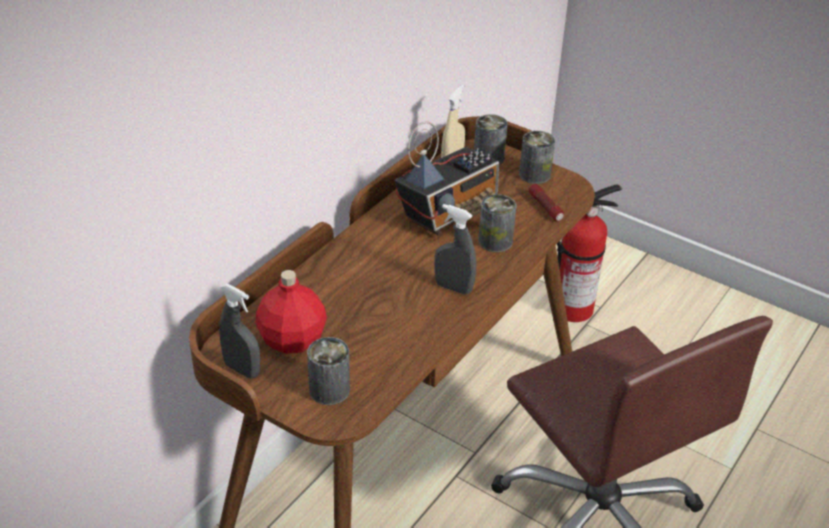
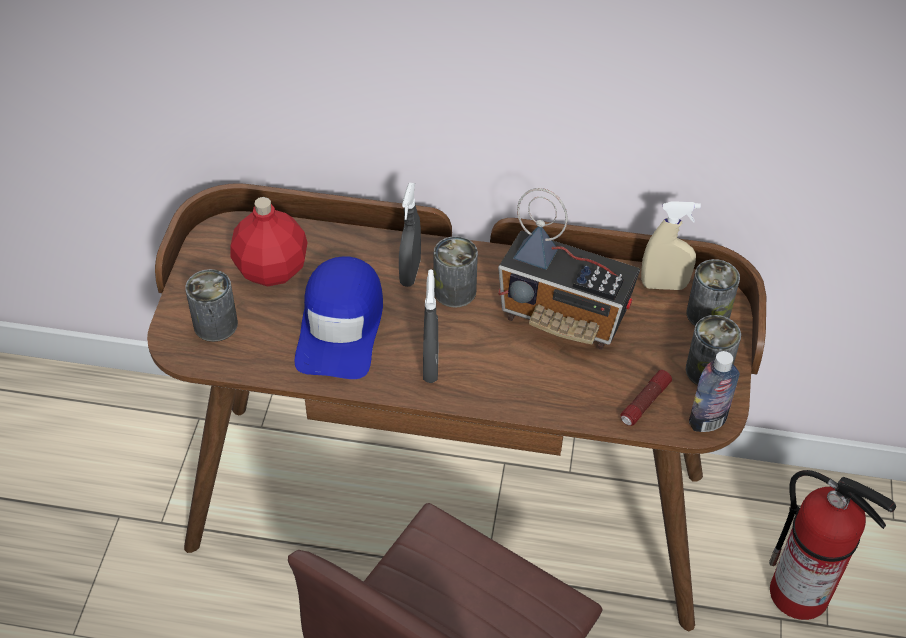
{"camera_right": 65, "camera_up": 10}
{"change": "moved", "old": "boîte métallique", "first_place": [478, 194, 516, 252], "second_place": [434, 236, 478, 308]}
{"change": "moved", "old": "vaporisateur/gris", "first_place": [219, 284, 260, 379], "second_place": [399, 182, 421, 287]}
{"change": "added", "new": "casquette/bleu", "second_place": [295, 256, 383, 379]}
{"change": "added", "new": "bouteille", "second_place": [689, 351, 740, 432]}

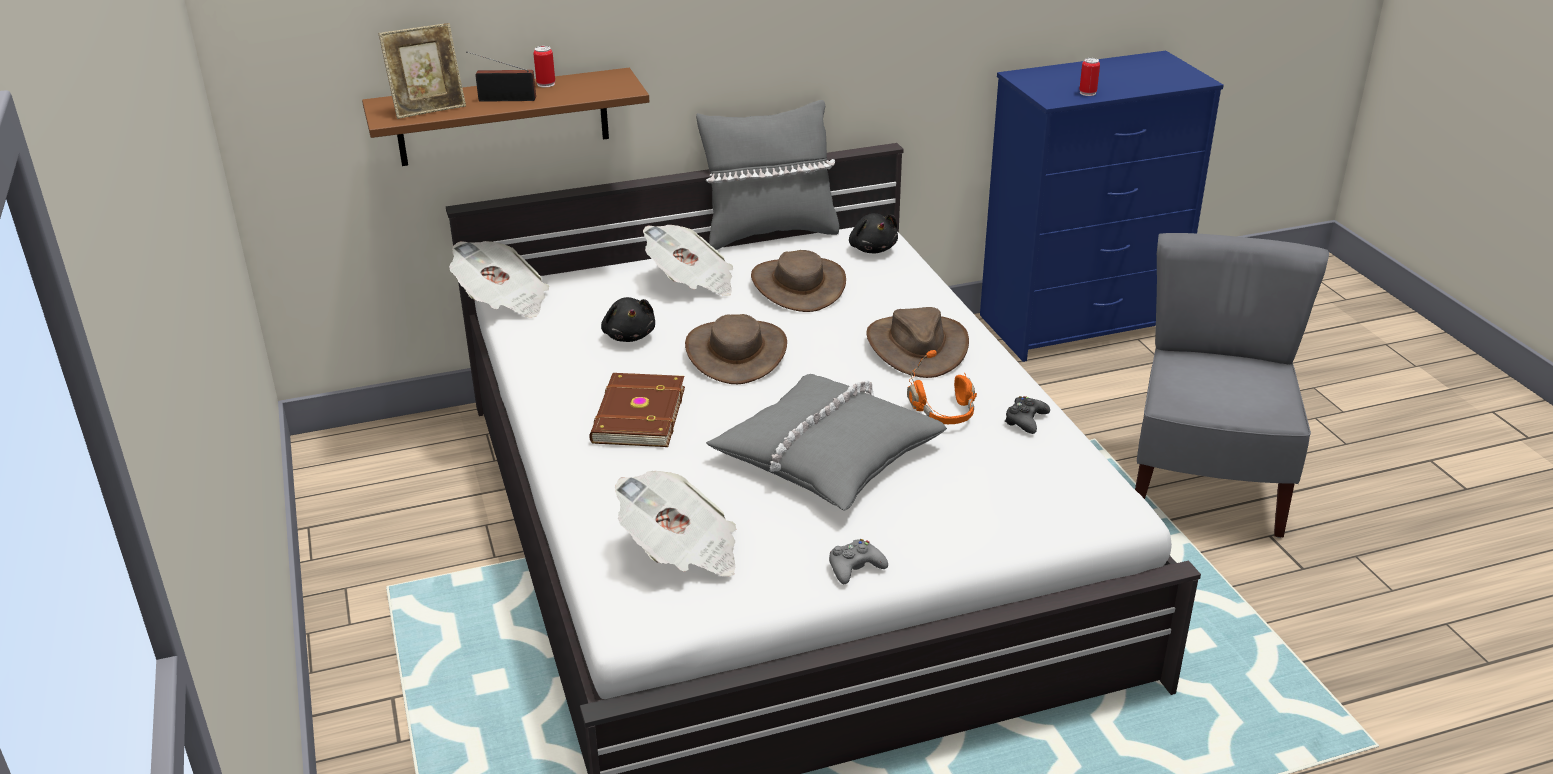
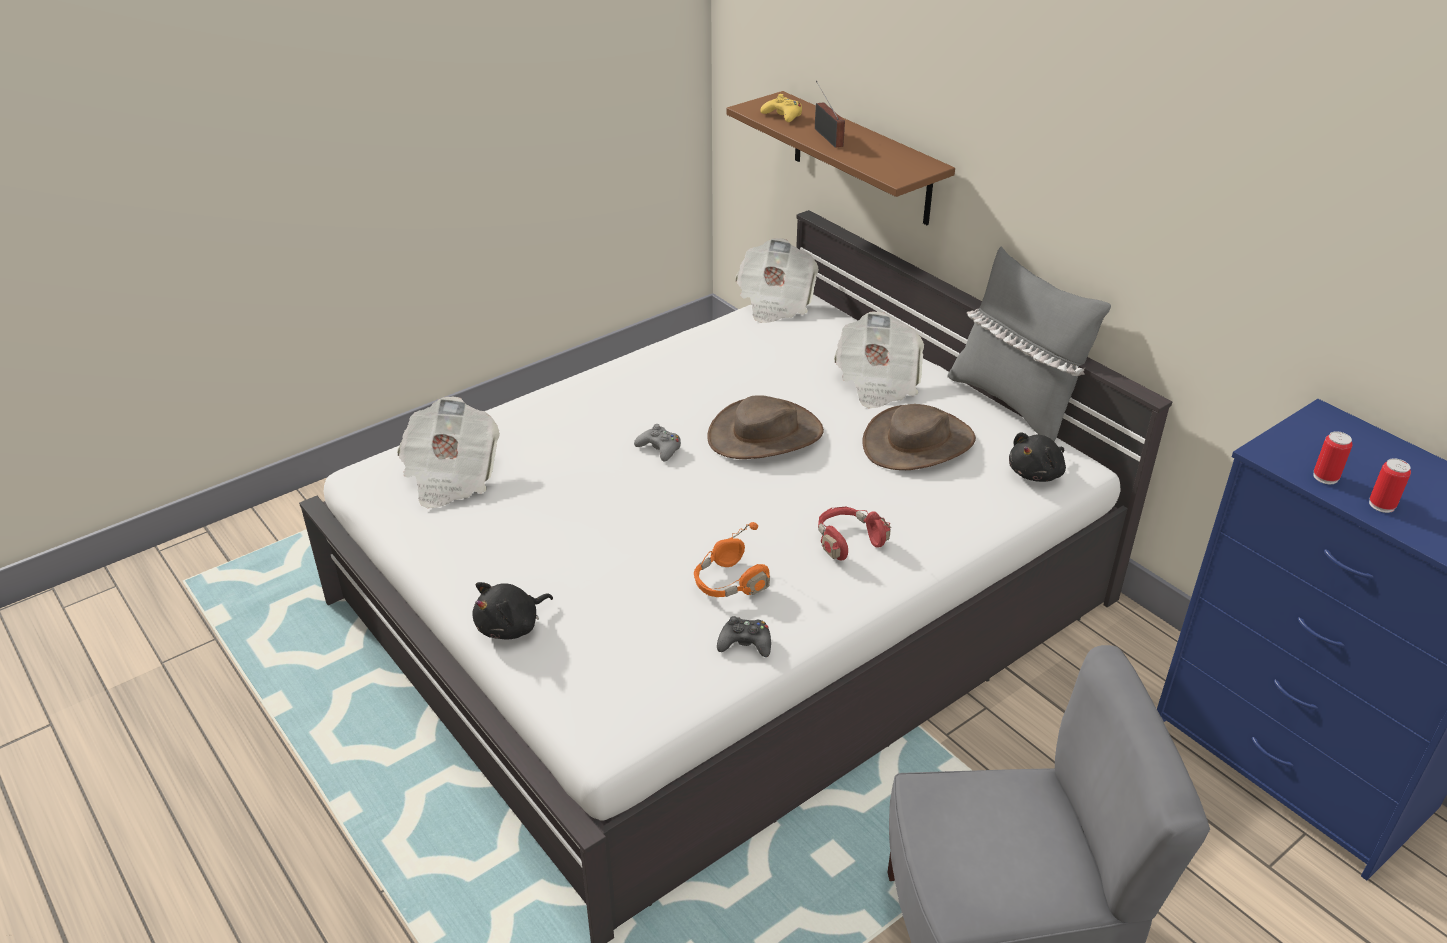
{"camera_right": 70, "camera_up": 5}
{"change": "replaced", "old": "cadre photo", "new": "manette/jaune", "first_place": [379, 23, 466, 119], "second_place": [760, 94, 802, 122]}
{"change": "moved", "old": "boîte métallique", "first_place": [533, 46, 555, 87], "second_place": [1369, 458, 1411, 513]}
{"change": "moved", "old": "peluche/noir", "first_place": [601, 297, 655, 342], "second_place": [472, 582, 553, 639]}
{"change": "replaced", "old": "chapeau/marron", "new": "casque audio/rouge", "first_place": [866, 307, 969, 378], "second_place": [818, 506, 891, 560]}
{"change": "removed", "old": "livre/marron", "first_place": [589, 373, 685, 447]}
{"change": "removed", "old": "coussin/gris", "first_place": [706, 374, 947, 511]}
{"change": "moved", "old": "manette/gris", "first_place": [829, 539, 888, 584], "second_place": [634, 424, 681, 462]}

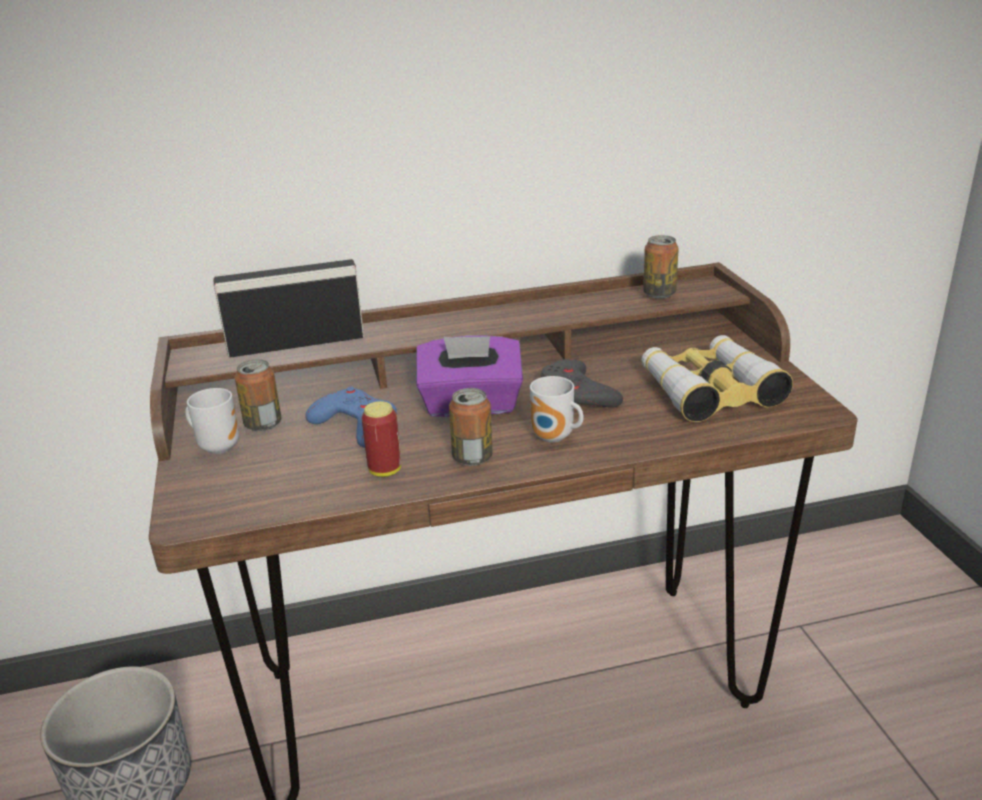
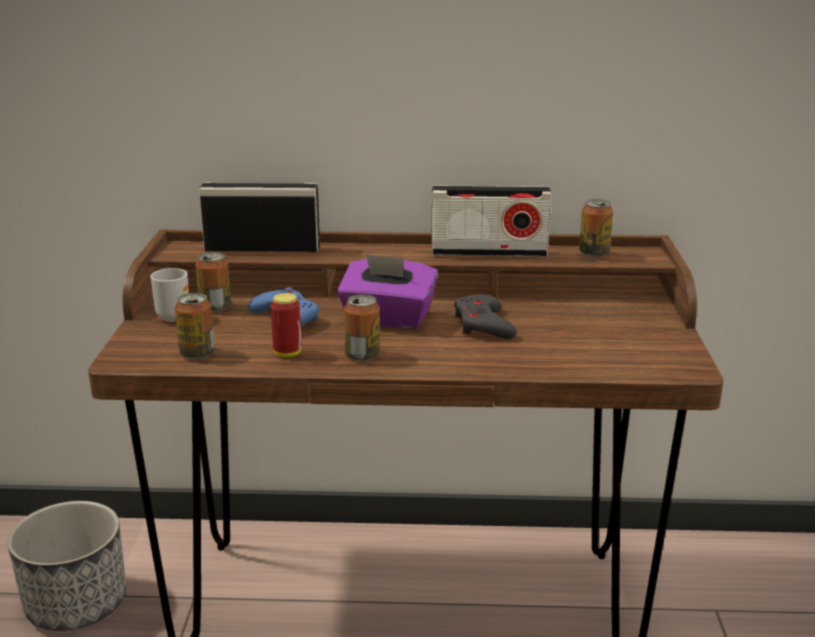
{"camera_right": 15, "camera_up": -5}
{"change": "removed", "old": "jumelles", "first_place": [642, 335, 793, 422]}
{"change": "removed", "old": "mug", "first_place": [530, 376, 584, 442]}
{"change": "added", "new": "radio", "second_place": [431, 185, 552, 257]}
{"change": "added", "new": "boîte métallique", "second_place": [175, 293, 215, 360]}

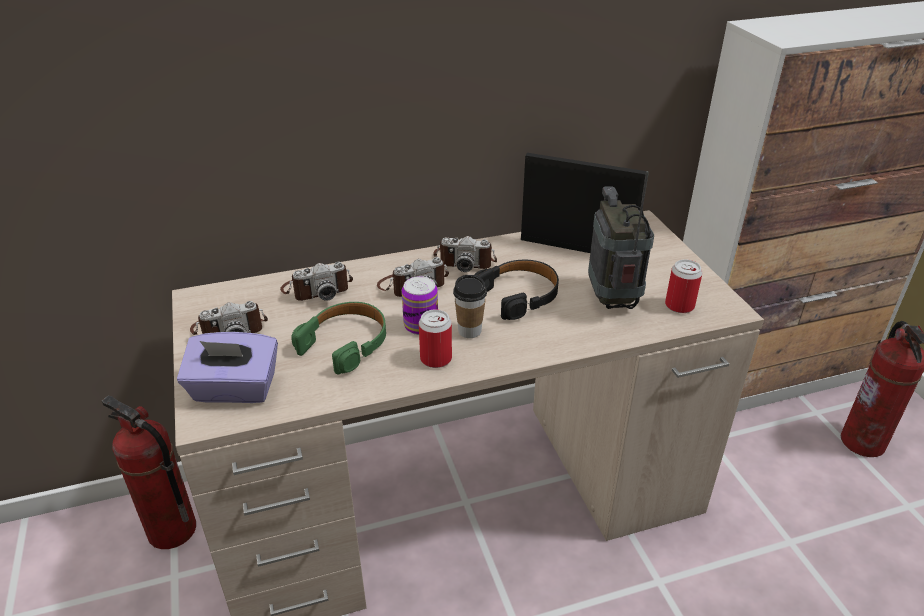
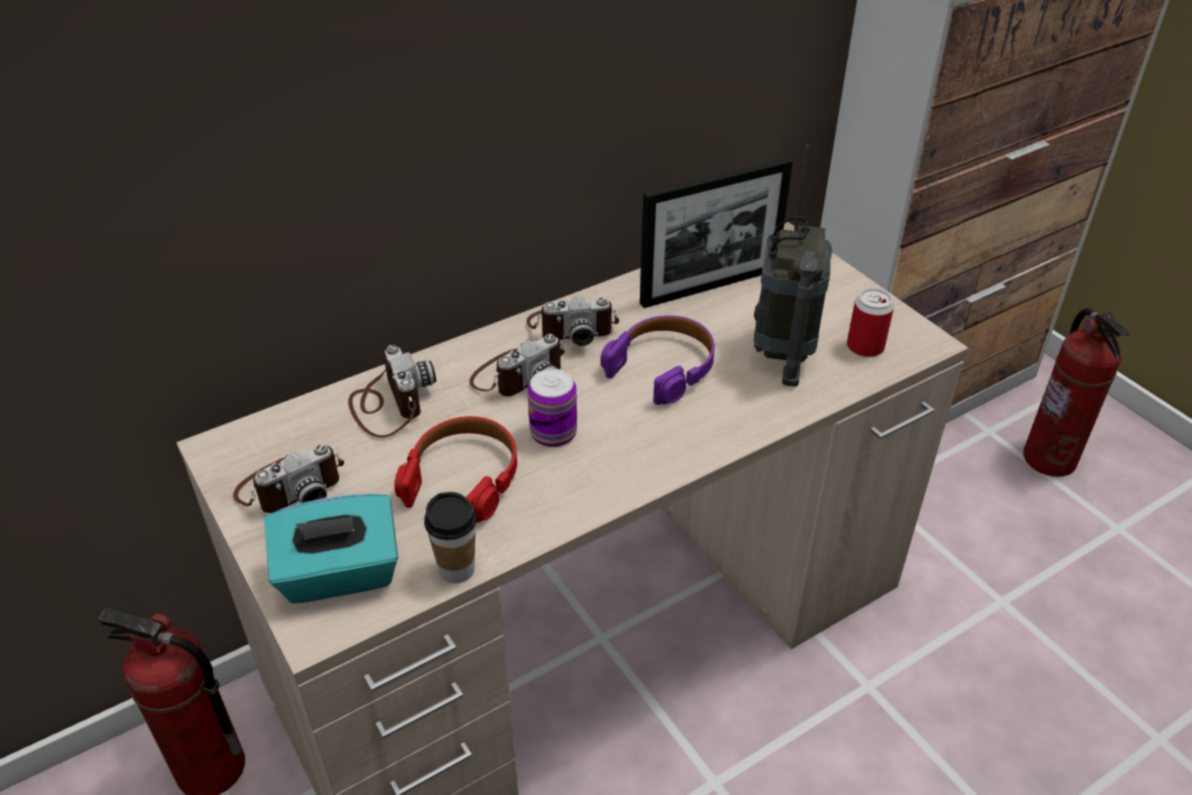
{"camera_right": -15, "camera_up": 5}
{"change": "turned", "old": "cadre photo", "first_place": [521, 153, 646, 253], "second_place": [640, 157, 793, 308], "degrees": 150}
{"change": "turned", "old": "radio", "first_place": [588, 171, 654, 309], "second_place": [754, 145, 832, 387], "degrees": -150}
{"change": "recoloured", "old": "casque audio/noir", "new": "casque audio/violet", "first_place": [474, 260, 559, 320], "second_place": [601, 315, 715, 405]}
{"change": "turned", "old": "appareil photo", "first_place": [280, 262, 353, 301], "second_place": [348, 345, 436, 438], "degrees": -75}
{"change": "moved", "old": "tasse", "first_place": [453, 275, 487, 338], "second_place": [424, 492, 477, 583]}
{"change": "recoloured", "old": "casque audio/vert", "new": "casque audio/rouge", "first_place": [291, 302, 386, 374], "second_place": [394, 416, 517, 522]}
{"change": "removed", "old": "boîte métallique", "first_place": [419, 309, 452, 368]}
{"change": "recoloured", "old": "boîte à mouchoirs/violet", "new": "boîte à mouchoirs/turquoise", "first_place": [177, 332, 278, 403], "second_place": [264, 493, 398, 604]}

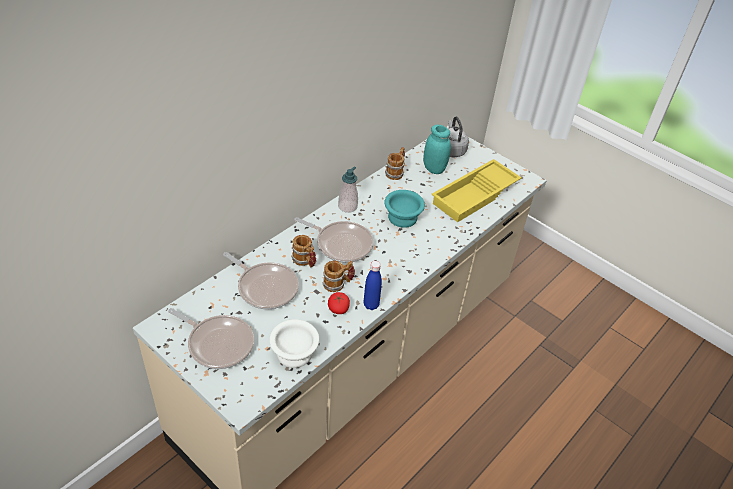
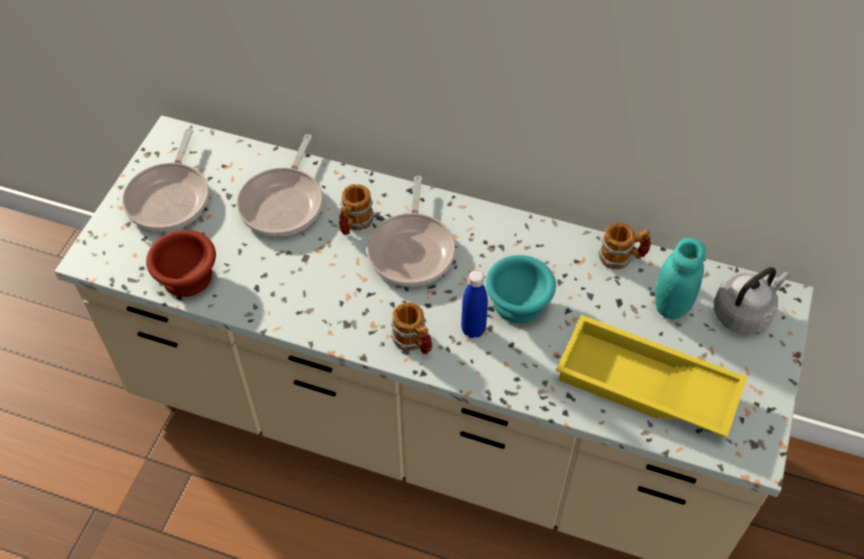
{"camera_right": 70, "camera_up": 10}
{"change": "removed", "old": "distributeur de savon", "first_place": [338, 167, 358, 213]}
{"change": "moved", "old": "mug", "first_place": [322, 260, 355, 292], "second_place": [391, 302, 432, 354]}
{"change": "moved", "old": "bouteille/bleu", "first_place": [364, 261, 382, 310], "second_place": [461, 270, 488, 338]}
{"change": "removed", "old": "tomate", "first_place": [328, 292, 350, 314]}
{"change": "recoloured", "old": "bol/blanc", "new": "bol/marron", "first_place": [269, 319, 319, 368], "second_place": [146, 230, 216, 297]}

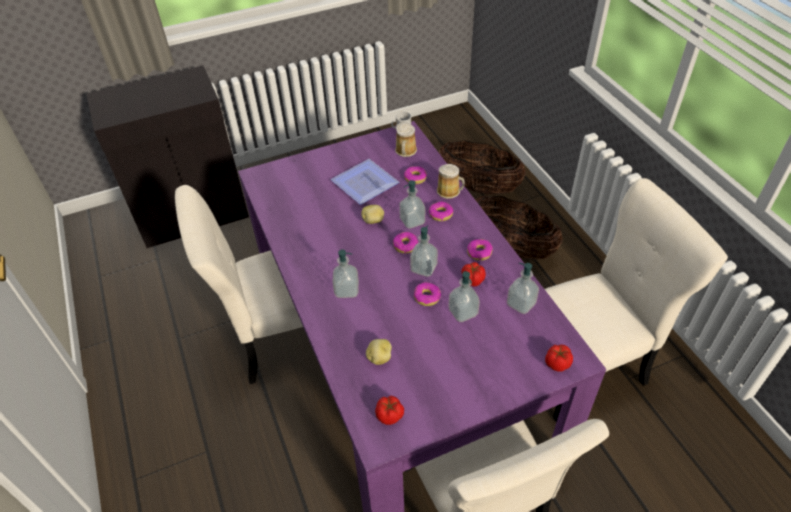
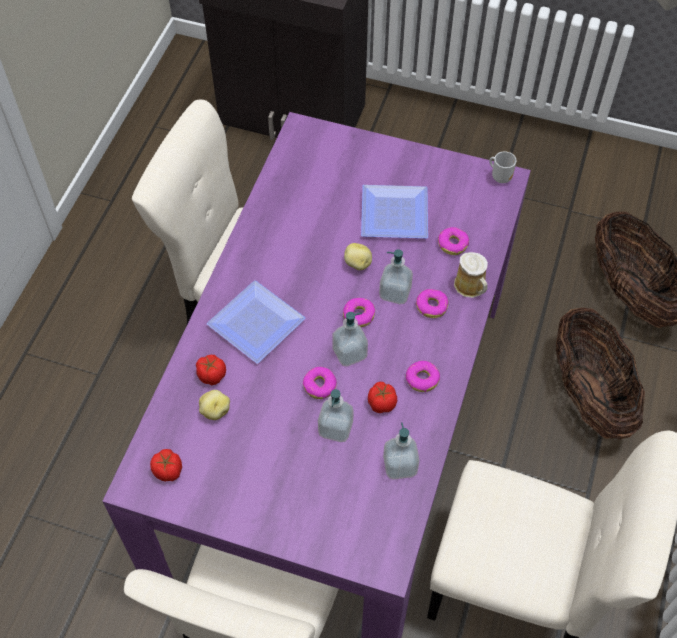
{"camera_right": 40, "camera_up": 10}
{"change": "removed", "old": "mug", "first_place": [395, 122, 417, 157]}
{"change": "replaced", "old": "distributeur de savon", "new": "assiette", "first_place": [332, 249, 359, 298], "second_place": [207, 280, 306, 364]}
{"change": "moved", "old": "tomate", "first_place": [545, 345, 573, 372], "second_place": [196, 355, 226, 385]}

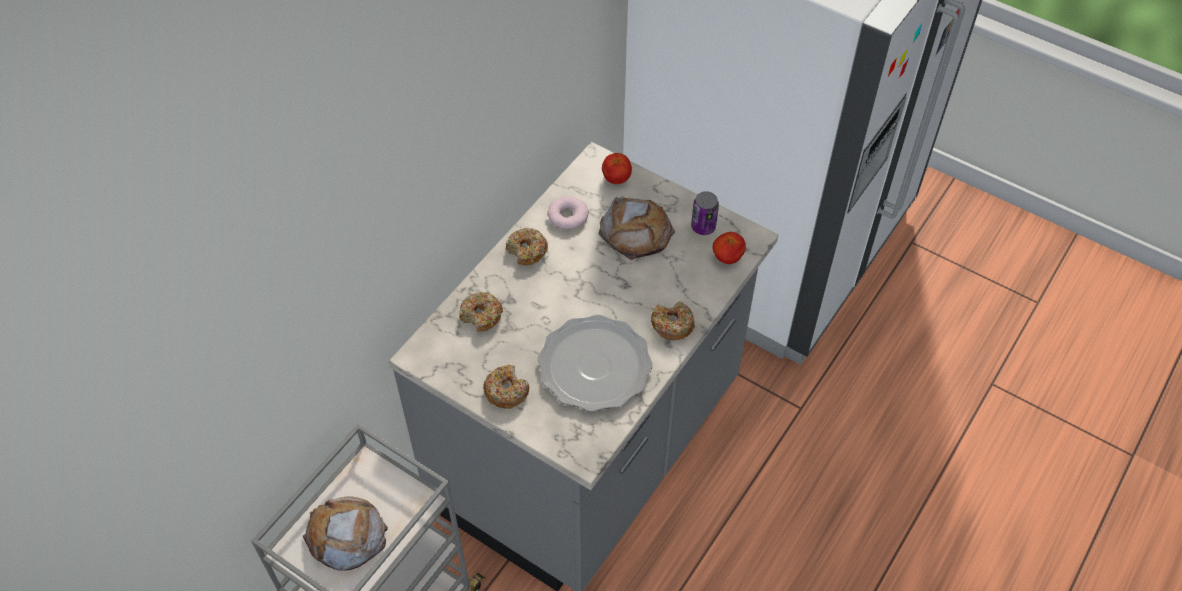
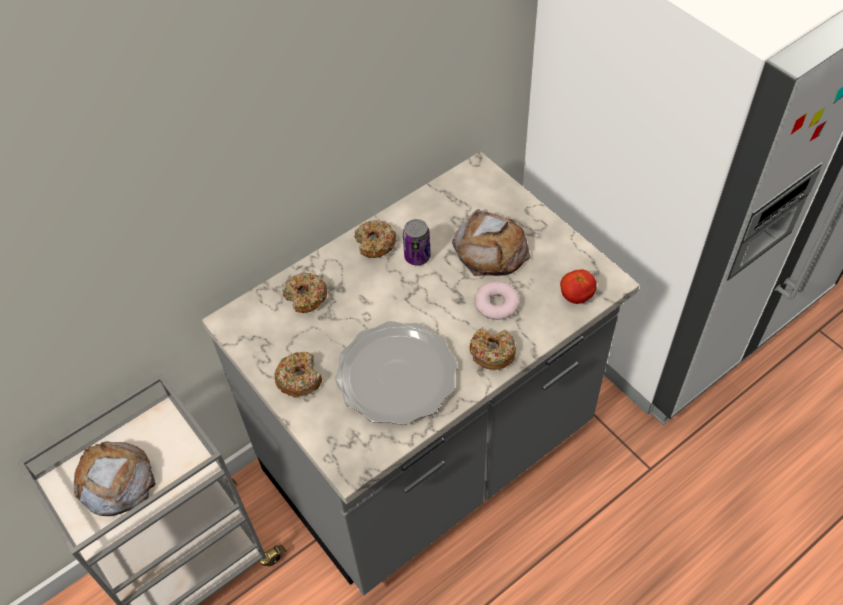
{"camera_right": 20, "camera_up": 0}
{"change": "removed", "old": "tomate", "first_place": [602, 153, 632, 184]}
{"change": "moved", "old": "boîte métallique", "first_place": [691, 191, 719, 235], "second_place": [403, 219, 431, 265]}
{"change": "moved", "old": "beignet", "first_place": [547, 196, 589, 230], "second_place": [474, 281, 520, 320]}

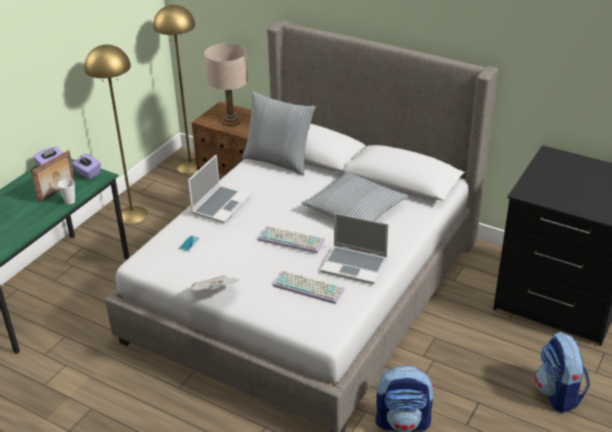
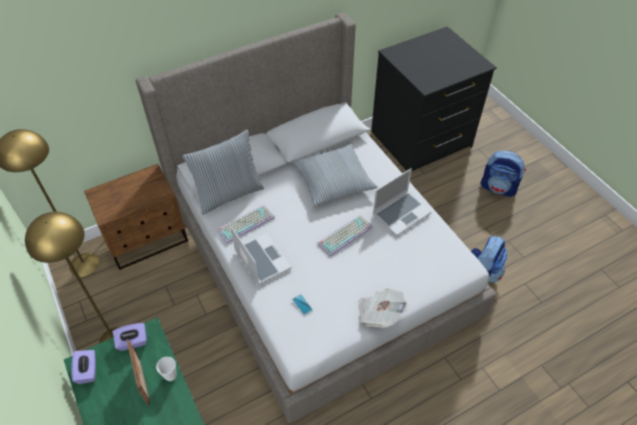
{"camera_right": -60, "camera_up": 15}
{"change": "removed", "old": "lampe de table/beige", "first_place": [204, 43, 248, 127]}
{"change": "moved", "old": "clavier", "first_place": [273, 270, 345, 304], "second_place": [217, 204, 275, 243]}

